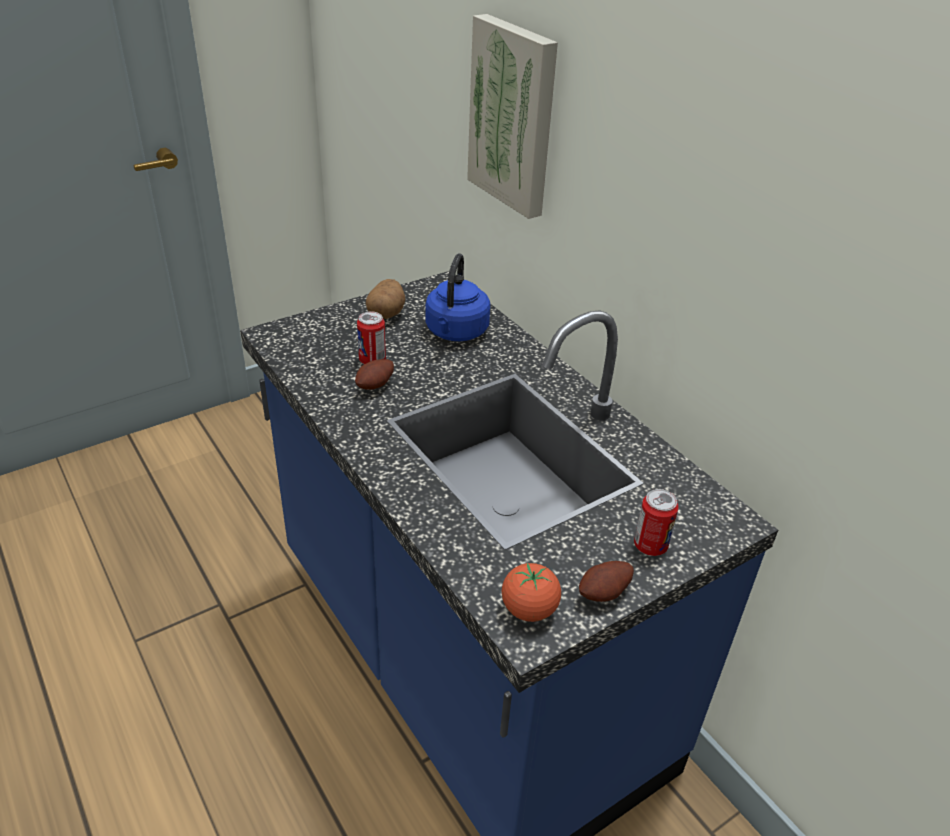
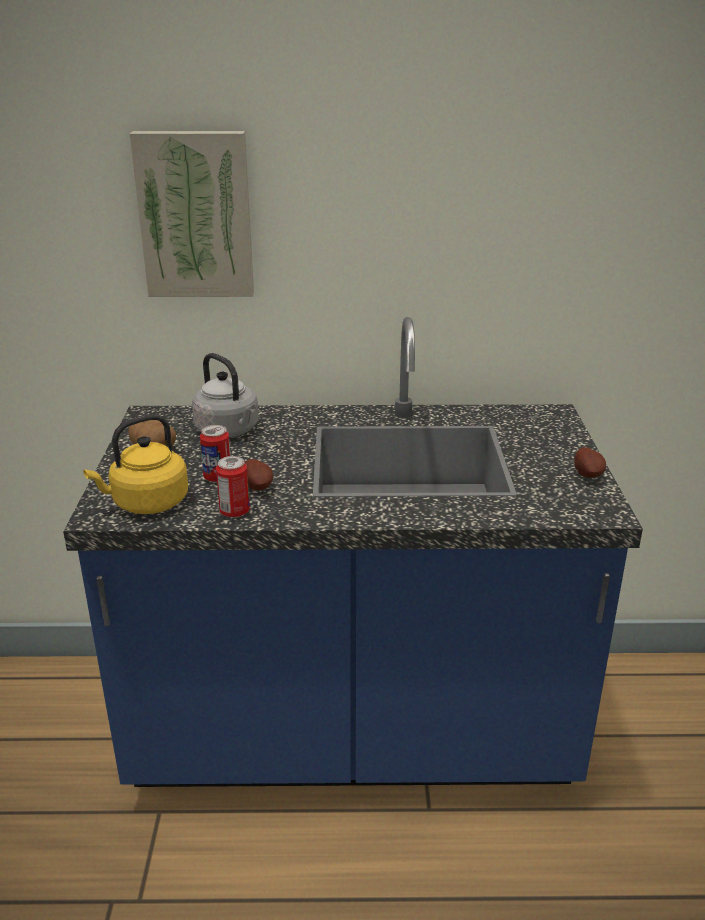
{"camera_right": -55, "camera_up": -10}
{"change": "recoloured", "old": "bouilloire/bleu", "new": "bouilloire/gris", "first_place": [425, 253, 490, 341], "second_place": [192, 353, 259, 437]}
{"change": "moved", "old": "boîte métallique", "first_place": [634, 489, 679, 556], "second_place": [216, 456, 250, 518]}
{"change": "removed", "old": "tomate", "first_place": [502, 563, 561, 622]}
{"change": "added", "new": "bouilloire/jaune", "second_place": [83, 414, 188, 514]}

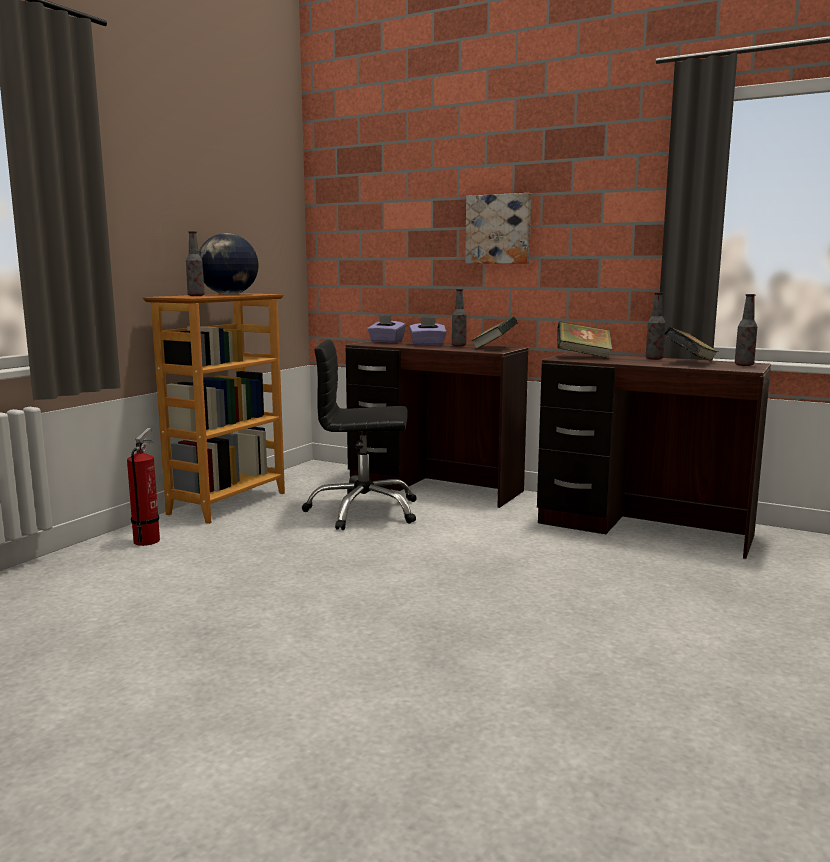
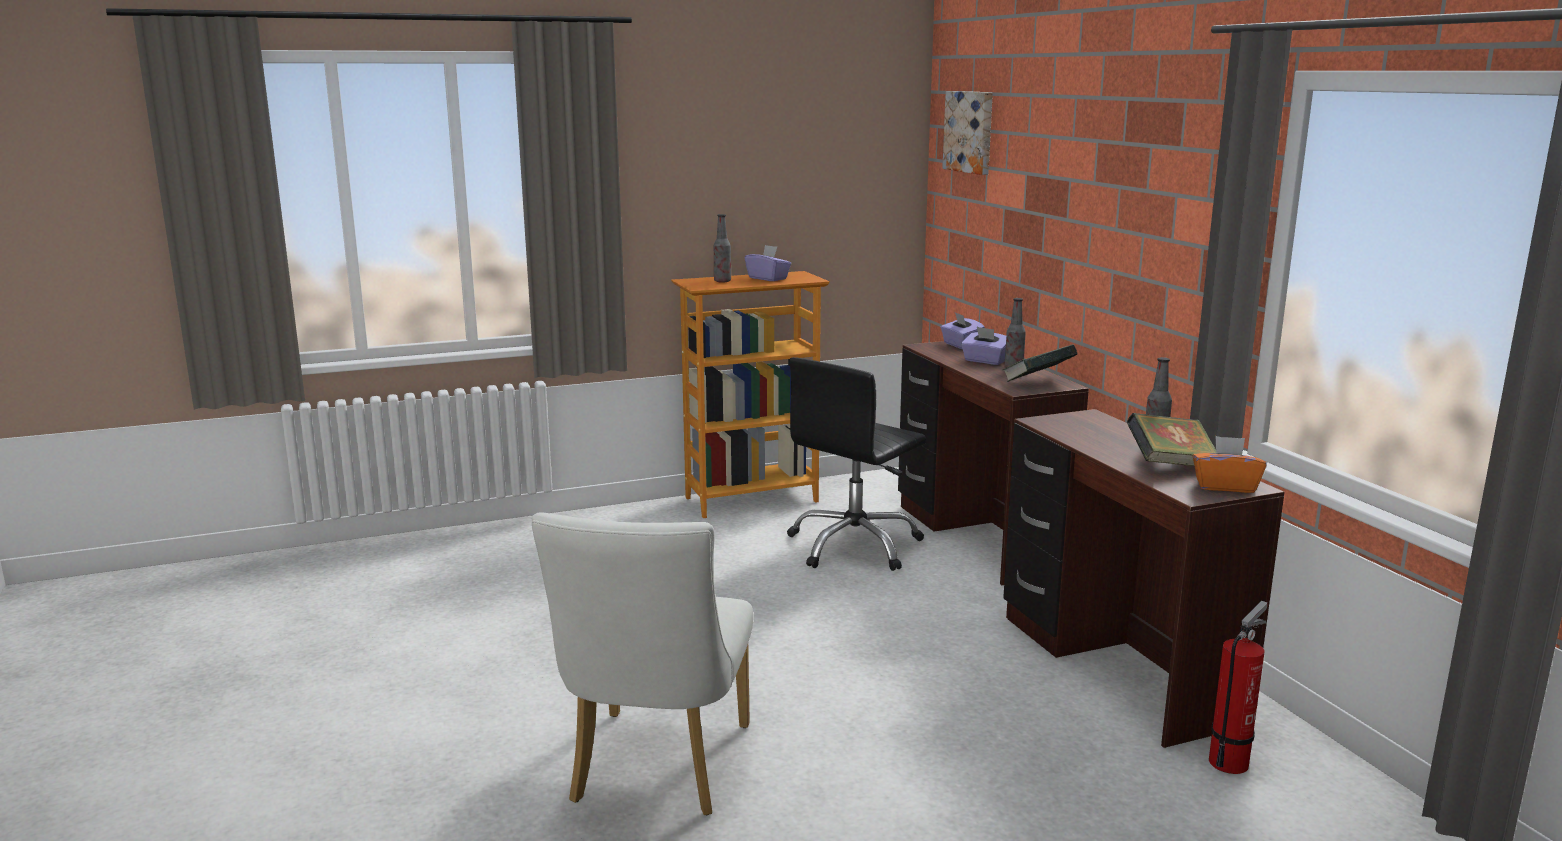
{"camera_right": 40, "camera_up": 5}
{"change": "moved", "old": "tableau", "first_place": [465, 193, 531, 264], "second_place": [942, 91, 993, 175]}
{"change": "replaced", "old": "globe", "new": "boîte à mouchoirs/violet", "first_place": [199, 233, 259, 295], "second_place": [745, 245, 791, 281]}
{"change": "replaced", "old": "bouteille", "new": "boîte à mouchoirs/orange", "first_place": [735, 294, 757, 366], "second_place": [1192, 436, 1267, 493]}
{"change": "removed", "old": "livre", "first_place": [557, 321, 612, 358]}
{"change": "turned", "old": "chaise de bureau/noir", "first_place": [302, 339, 417, 530], "second_place": [787, 357, 926, 571], "degrees": -90}
{"change": "moved", "old": "extincteur", "first_place": [127, 428, 160, 546], "second_place": [1209, 601, 1267, 774]}
{"change": "added", "new": "chaise/blanc", "second_place": [532, 512, 753, 815]}

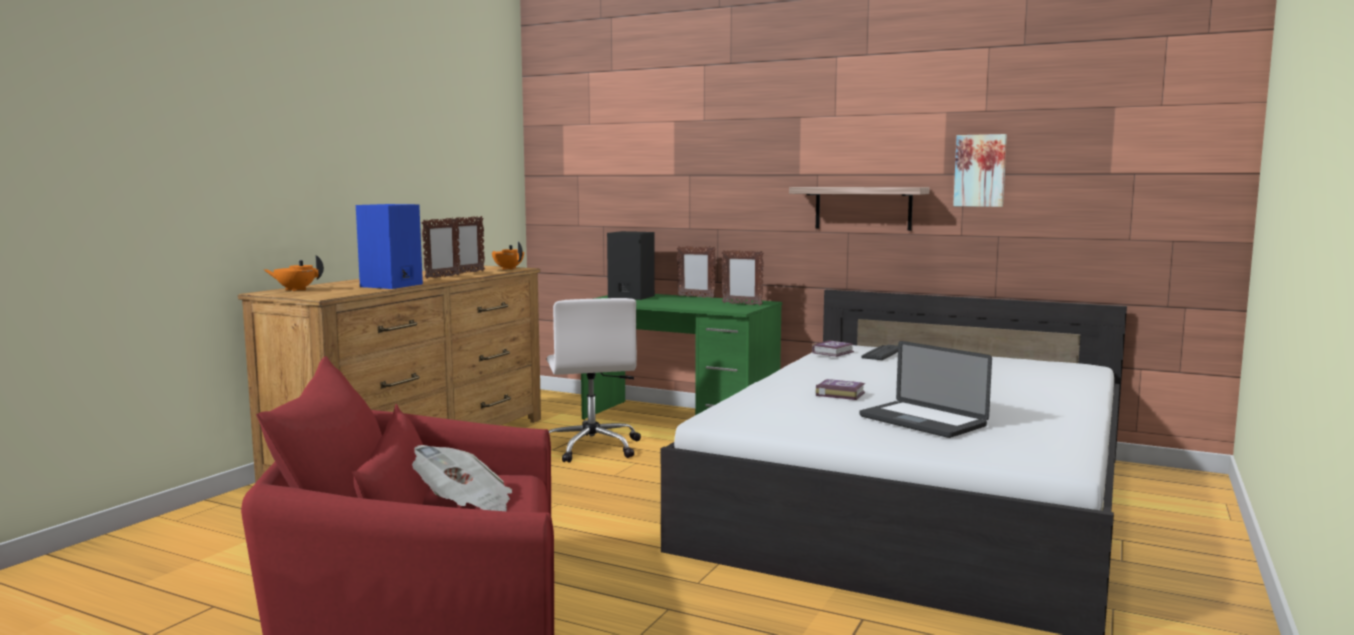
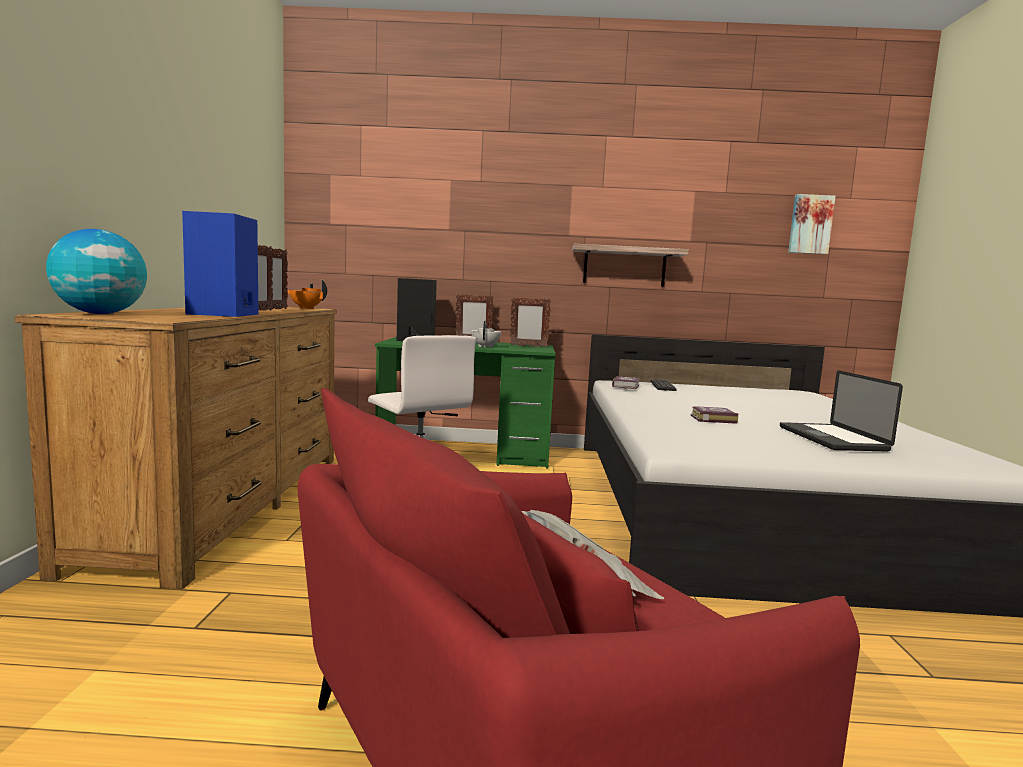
{"camera_right": -25, "camera_up": 0}
{"change": "moved", "old": "tableau", "first_place": [953, 134, 1007, 207], "second_place": [788, 194, 836, 254]}
{"change": "replaced", "old": "théière/orange", "new": "globe", "first_place": [264, 255, 324, 291], "second_place": [46, 229, 147, 314]}
{"change": "turned", "old": "ordinateur portable", "first_place": [860, 341, 992, 438], "second_place": [780, 370, 903, 452], "degrees": 60}
{"change": "added", "new": "théière/blanc", "second_place": [471, 321, 501, 348]}

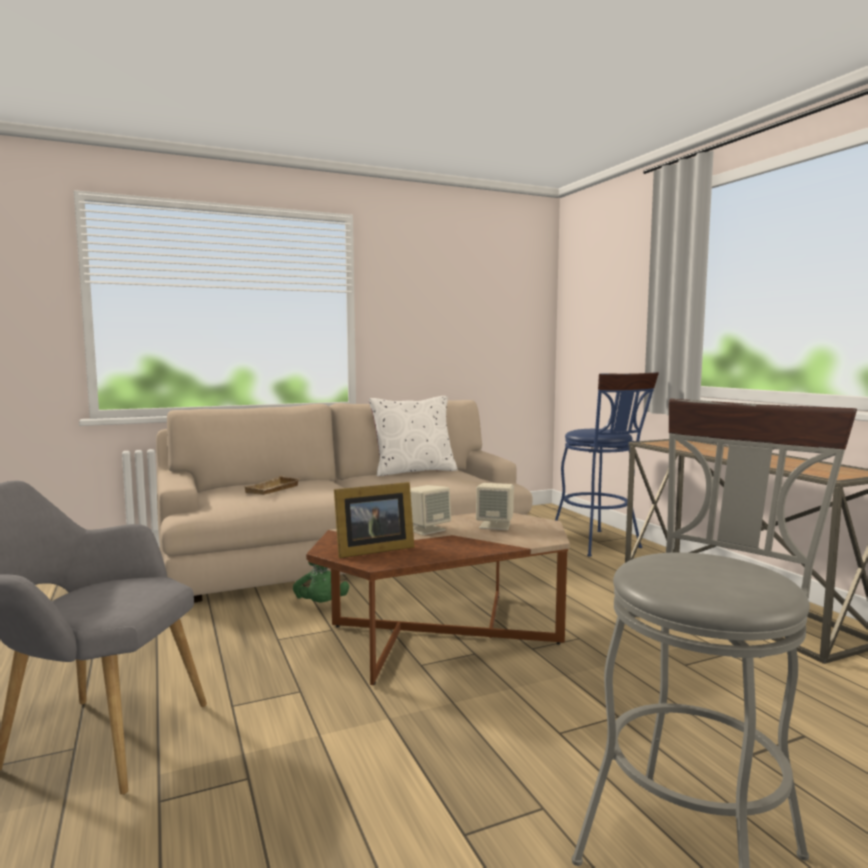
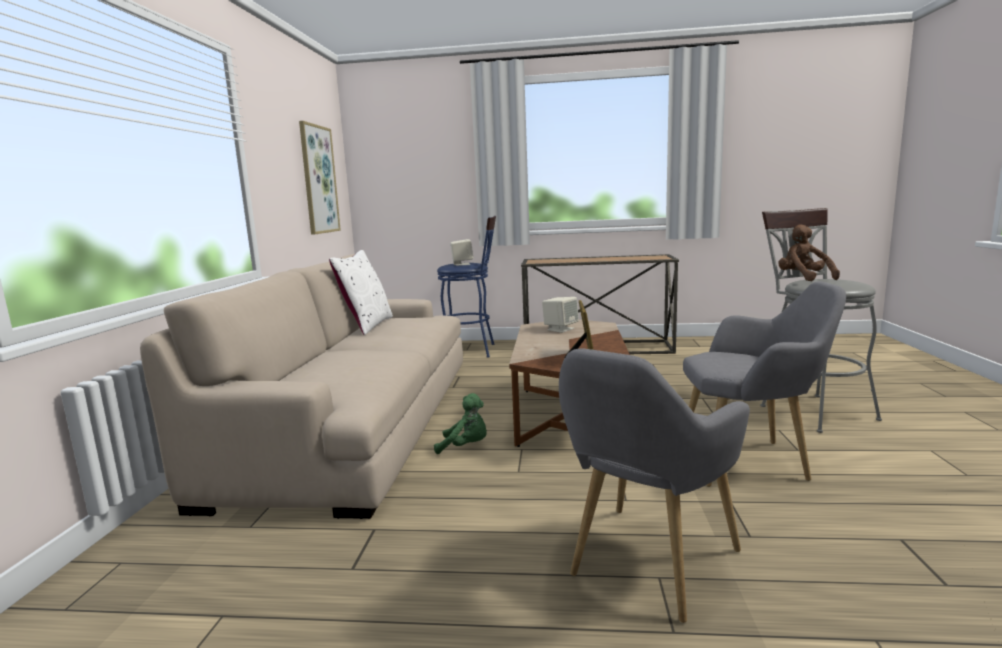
{"camera_right": -60, "camera_up": 5}
{"change": "removed", "old": "plateau/beige", "first_place": [243, 475, 300, 495]}
{"change": "moved", "old": "enceinte/beige", "first_place": [410, 485, 451, 535], "second_place": [450, 239, 473, 266]}
{"change": "added", "new": "tableau", "second_place": [299, 121, 341, 235]}
{"change": "added", "new": "peluche/marron", "second_place": [778, 224, 840, 281]}
{"change": "added", "new": "fauteuil/gris", "second_place": [683, 281, 846, 487]}

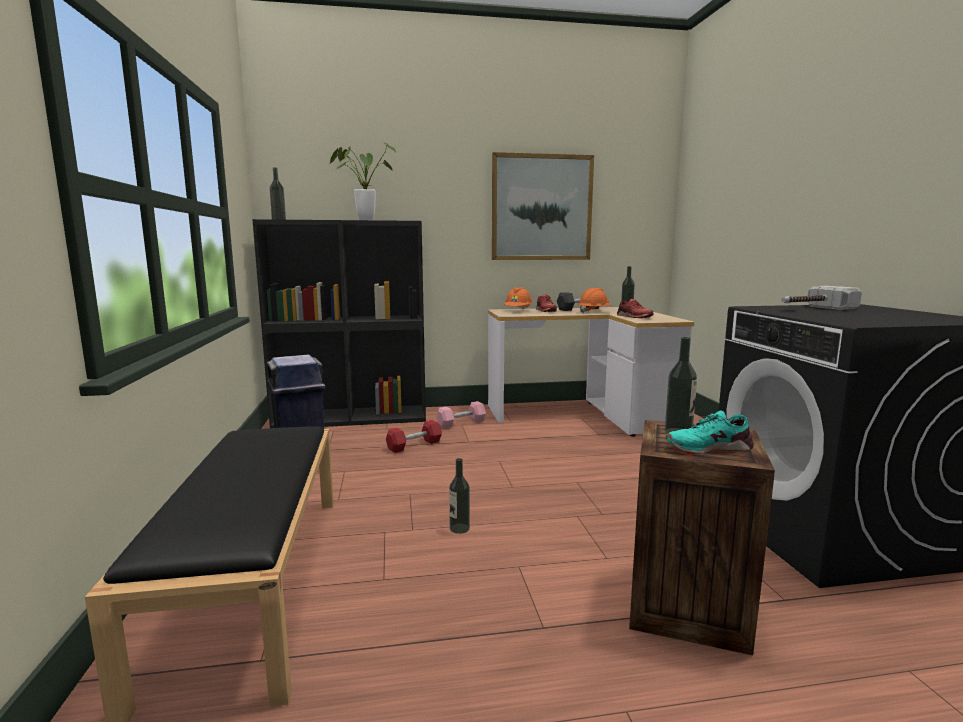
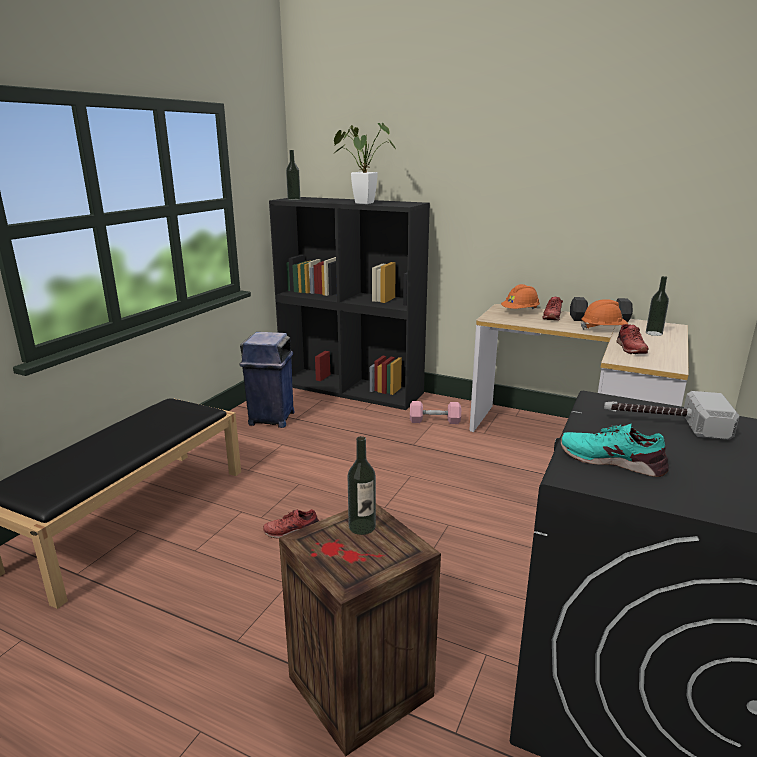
{"camera_right": 35, "camera_up": 10}
{"change": "removed", "old": "tableau", "first_place": [492, 152, 594, 260]}
{"change": "moved", "old": "chaussure/turquoise", "first_place": [666, 411, 754, 454], "second_place": [561, 424, 669, 477]}
{"change": "removed", "old": "haltère/rouge", "first_place": [386, 420, 442, 453]}
{"change": "replaced", "old": "bouteille", "new": "chaussure/rouge", "first_place": [449, 458, 470, 534], "second_place": [263, 509, 319, 539]}

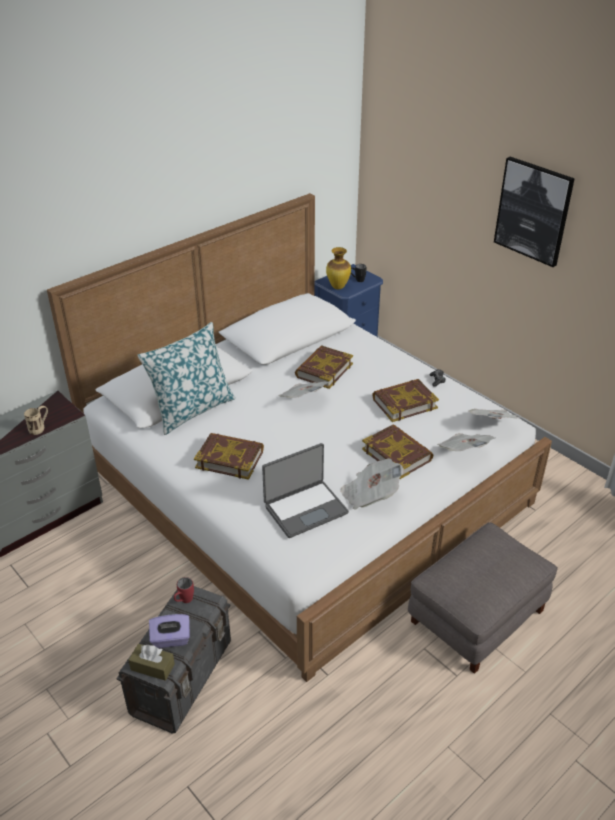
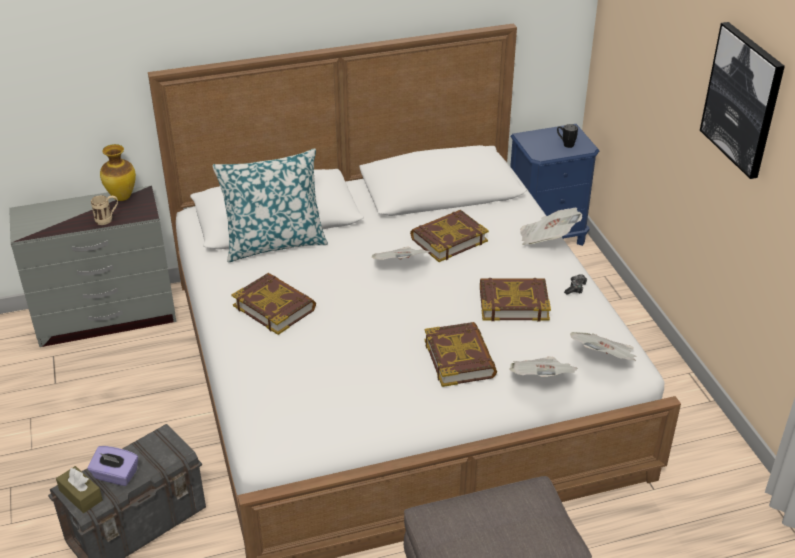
{"camera_right": 25, "camera_up": 0}
{"change": "moved", "old": "vase", "first_place": [326, 247, 351, 289], "second_place": [100, 144, 136, 201]}
{"change": "removed", "old": "ordinateur portable", "first_place": [262, 443, 349, 538]}
{"change": "moved", "old": "journal", "first_place": [340, 458, 404, 510], "second_place": [520, 208, 582, 245]}
{"change": "removed", "old": "mug/rouge", "first_place": [174, 577, 194, 603]}

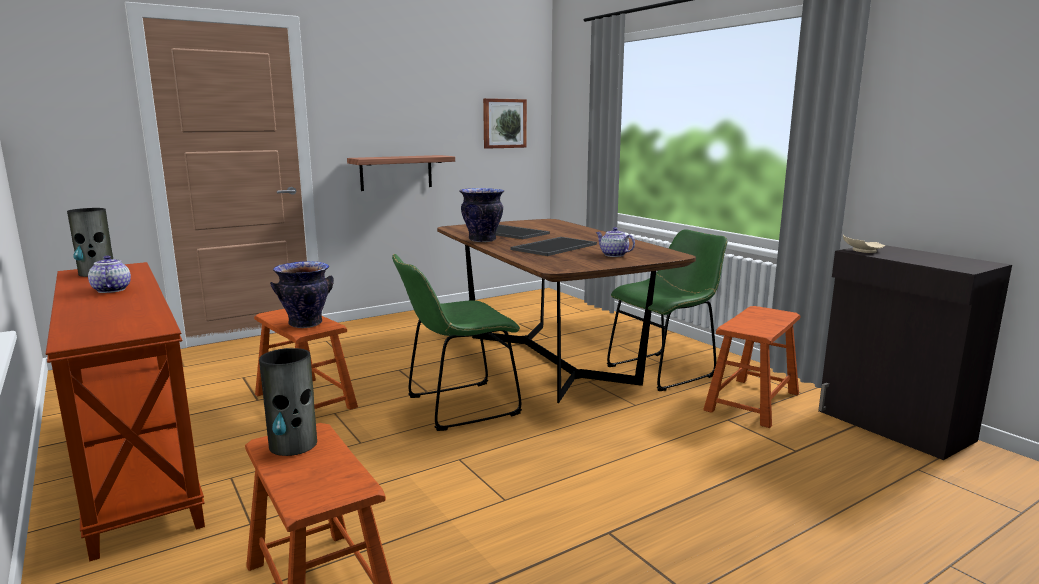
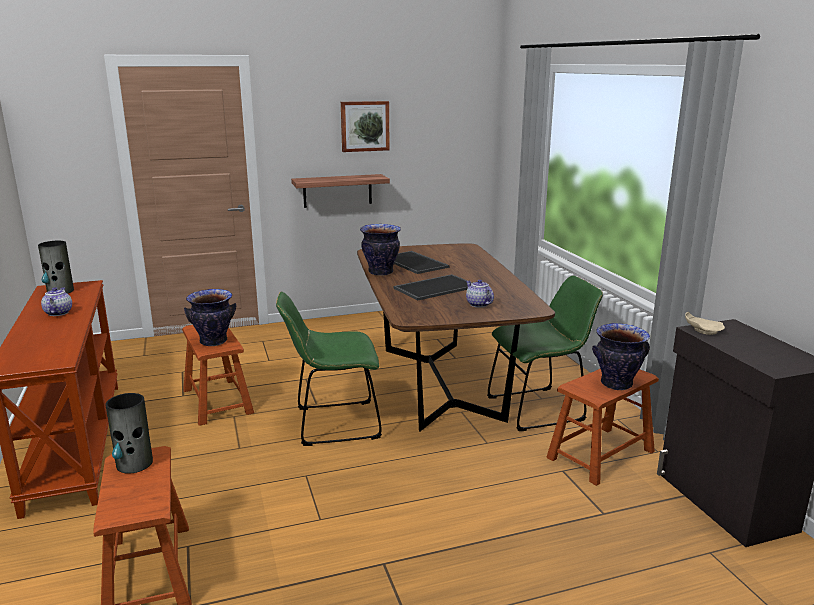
{"camera_right": 15, "camera_up": 5}
{"change": "moved", "old": "tableau", "first_place": [483, 98, 527, 149], "second_place": [341, 101, 390, 152]}
{"change": "added", "new": "vase", "second_place": [592, 323, 650, 390]}

